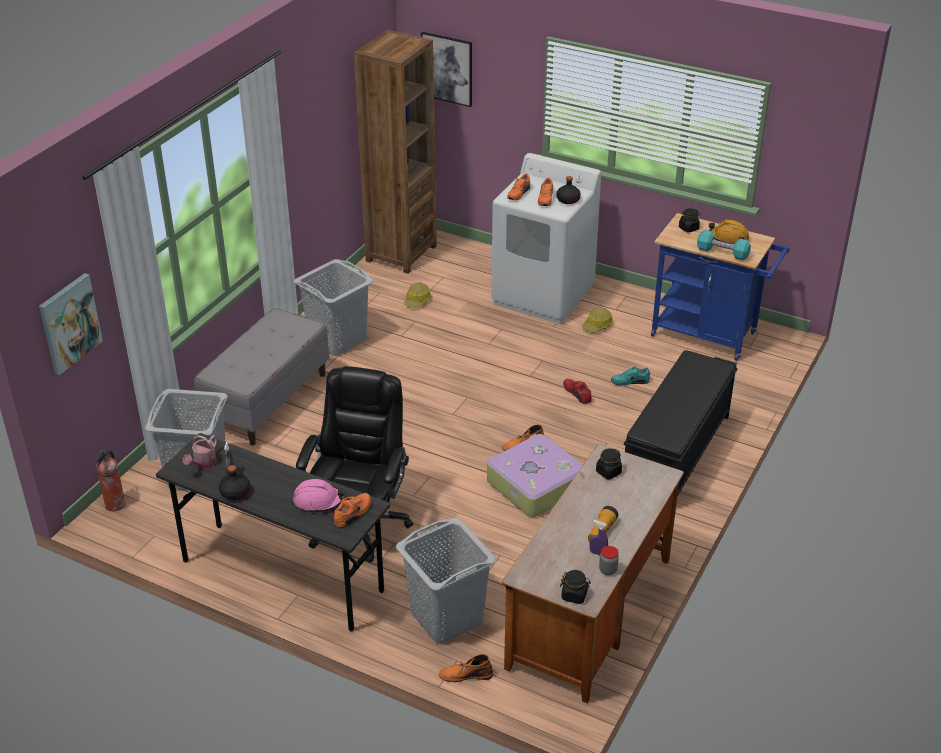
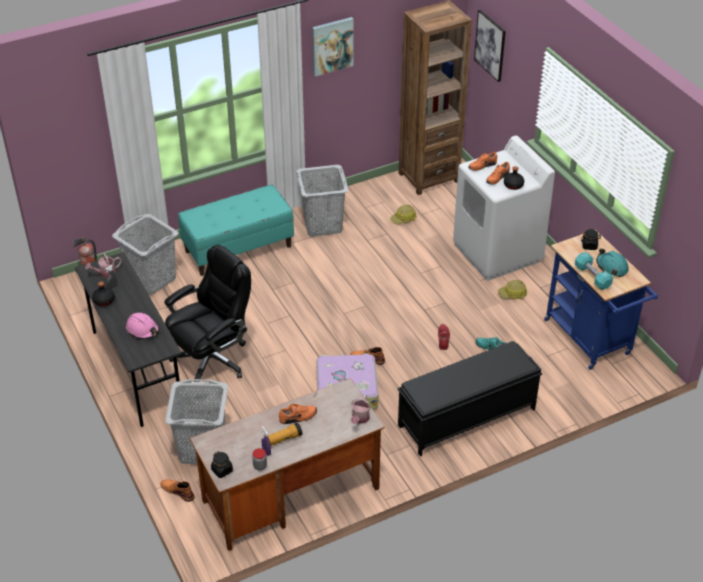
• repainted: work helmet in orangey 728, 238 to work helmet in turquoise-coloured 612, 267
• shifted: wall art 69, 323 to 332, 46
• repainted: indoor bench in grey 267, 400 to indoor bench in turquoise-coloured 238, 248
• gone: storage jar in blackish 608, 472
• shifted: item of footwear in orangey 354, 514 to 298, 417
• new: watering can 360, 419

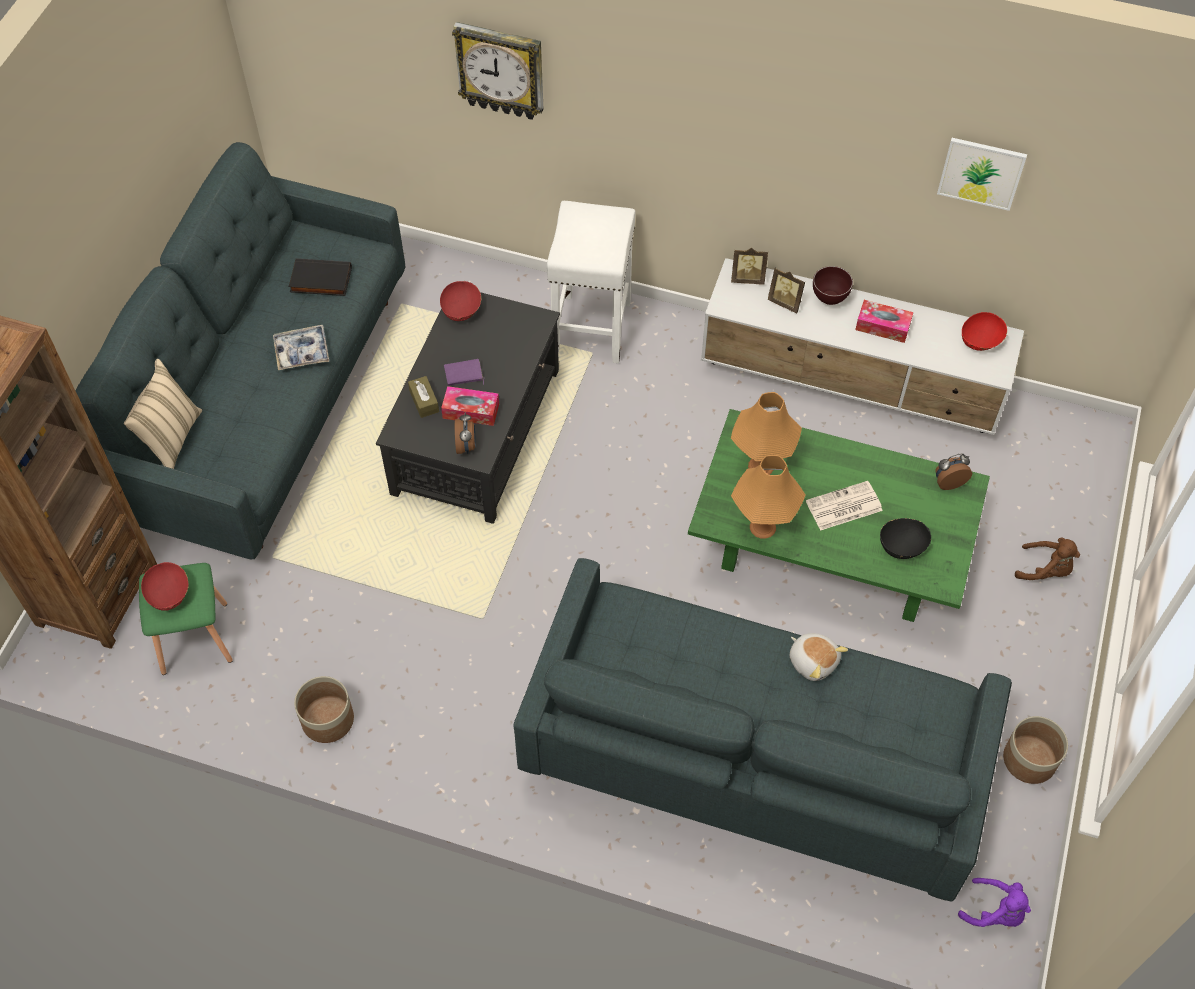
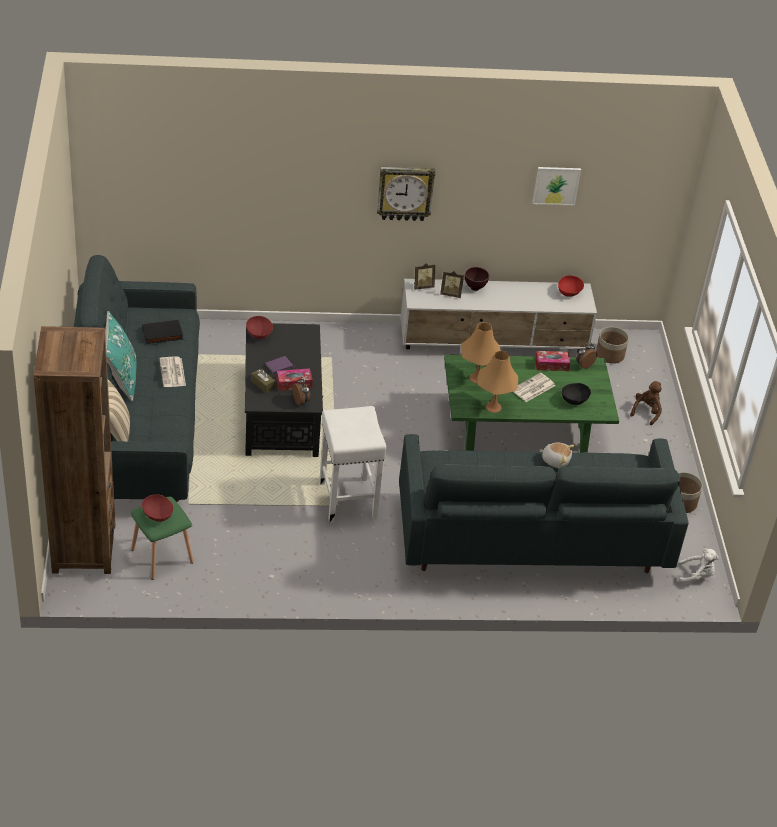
• shifted: wall clock 501, 70 to 405, 192
• shifted: stool in white-coloured 591, 326 to 347, 499
• shifted: tissue holder 882, 326 to 551, 365
• swapped: serving tray 302, 352 to newspaper 173, 373
• rotated: cuddly toy in brown-coloured 1045, 570 = 646, 412 60 degrees counterclockwise
• shifted: plant pot 327, 720 to 609, 355
• repainted: cuddly toy in purple-coloured 994, 912 to cuddly toy in white-coloured 696, 576
• new: pillow in turquoise-coloured 121, 379

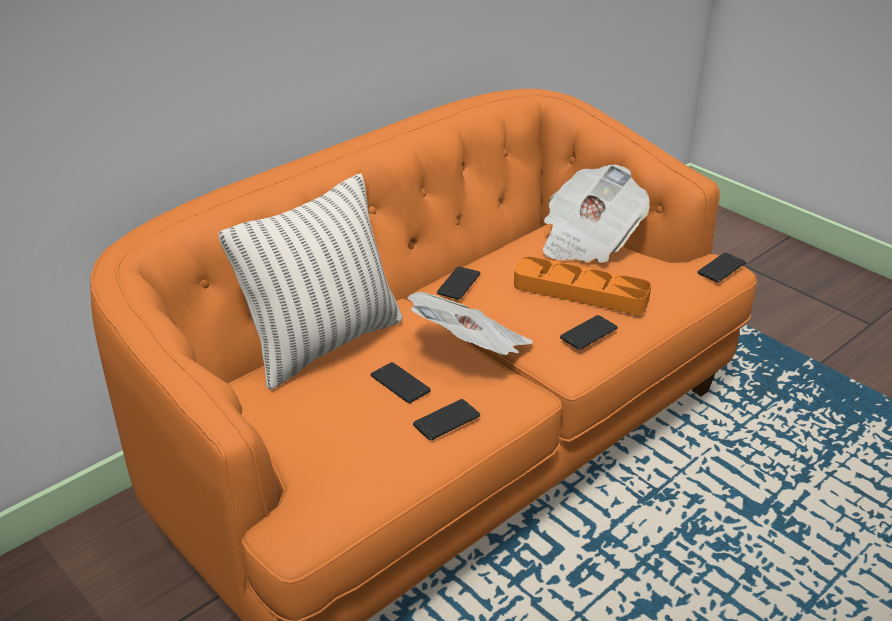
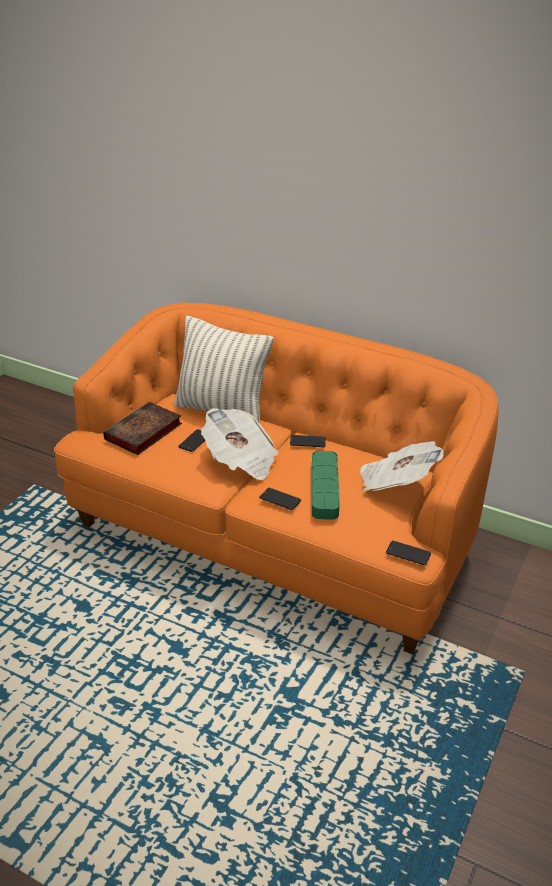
• repainted: serving tray in orangey 580, 292 to serving tray in green 324, 488
• gone: phone 446, 420
• new: volume 143, 433

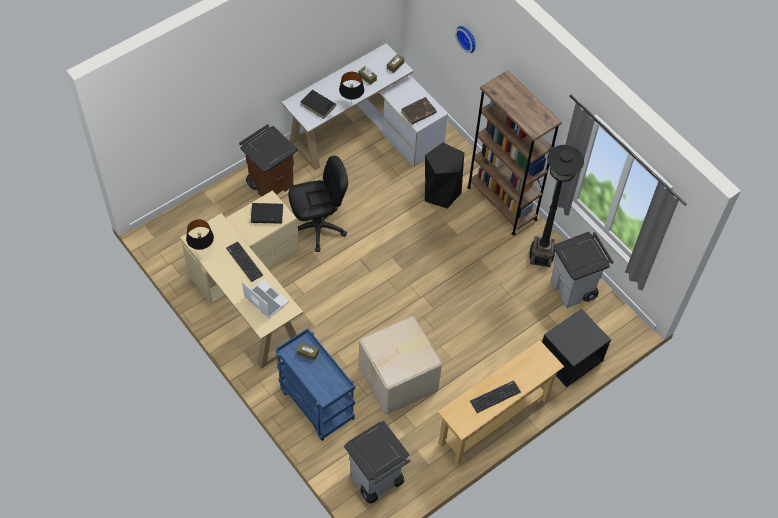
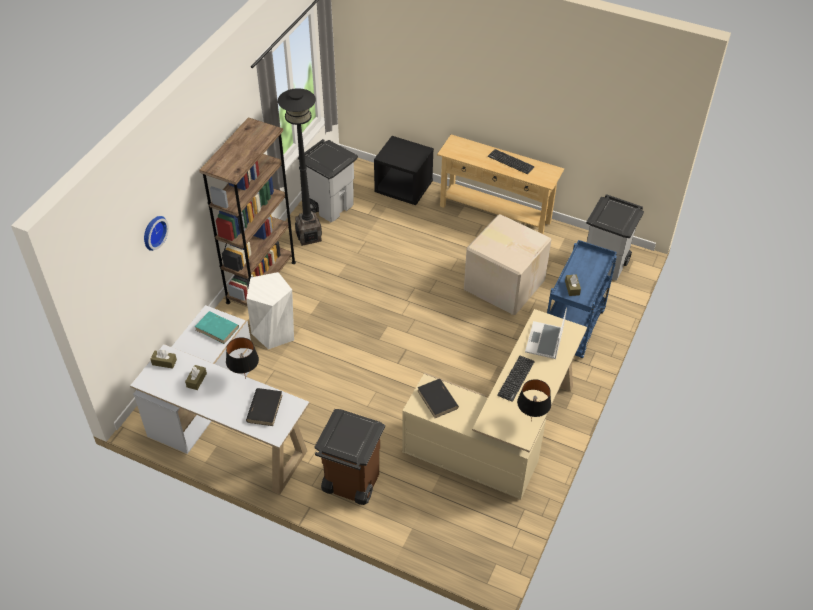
• repainted: volume in brown-coloured 418, 112 to volume in turquoise-coloured 217, 329
• repainted: stool in blackish 441, 192 to stool in white-coloured 274, 331
• gone: office chair in blackish 318, 227

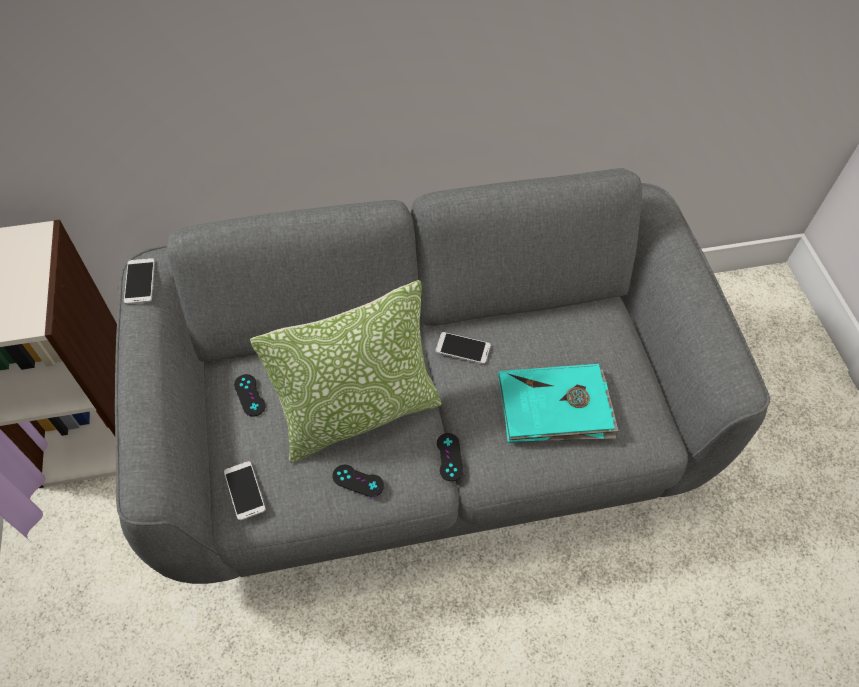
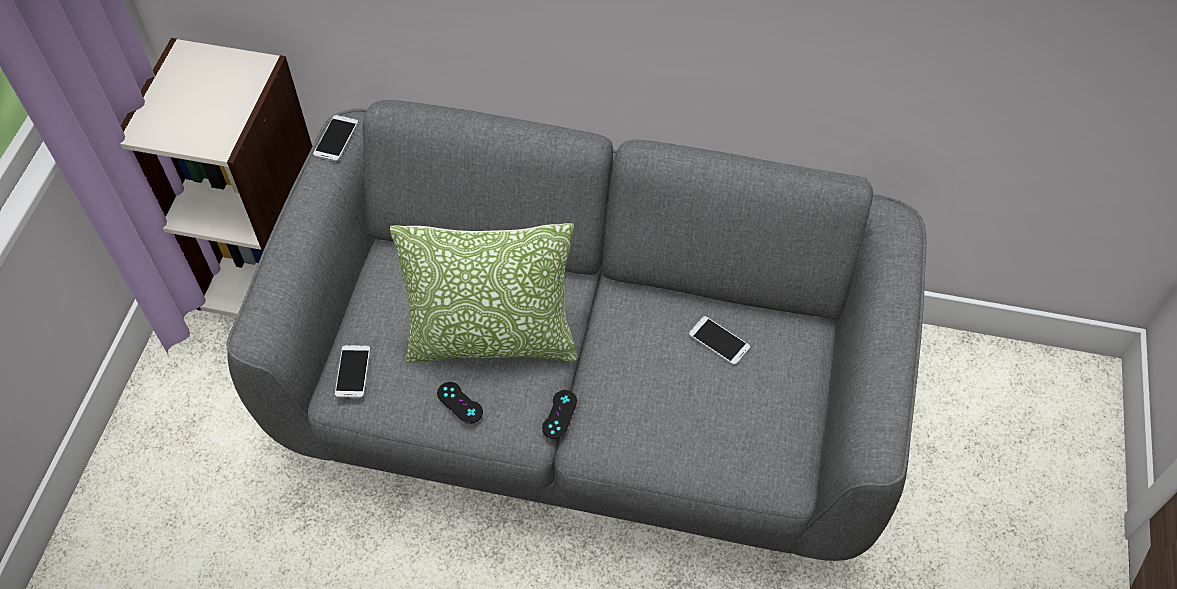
• shifted: phone 463, 348 to 719, 341
• gone: volume in turquoise-coloured 555, 407
• gone: gamepad in blackish 249, 395

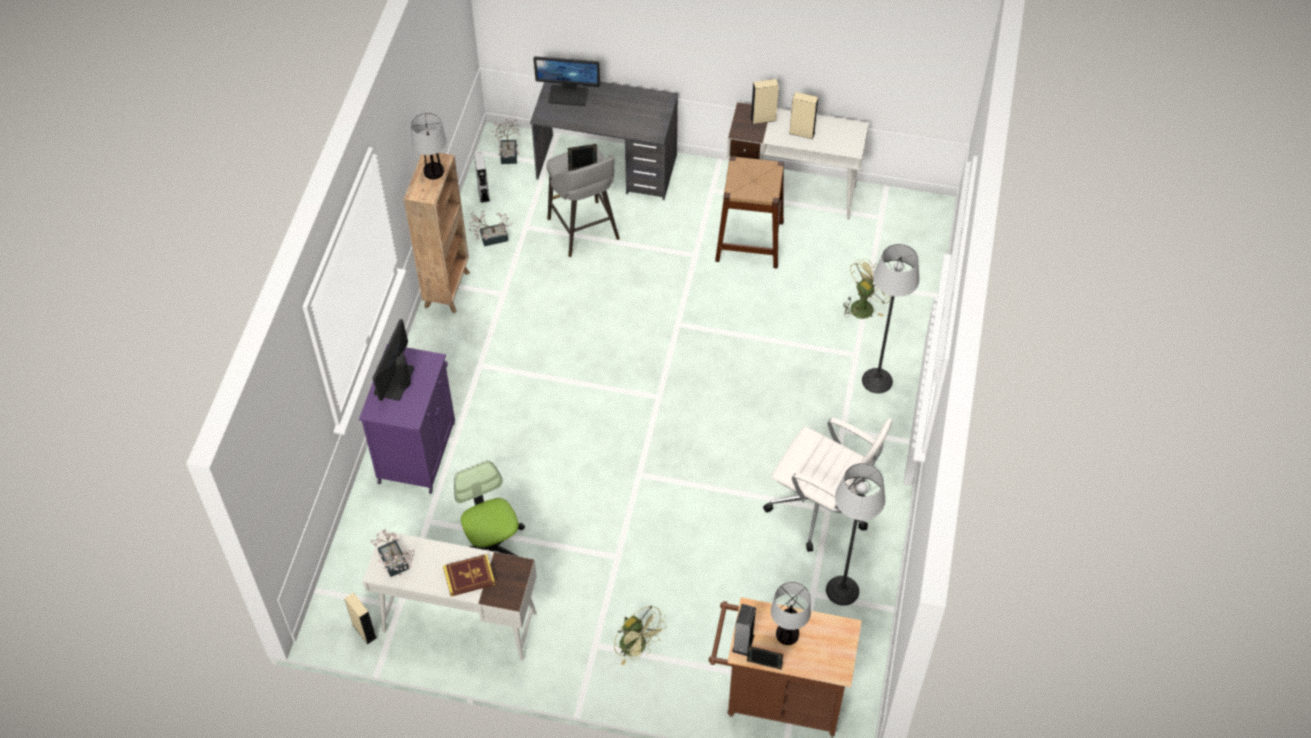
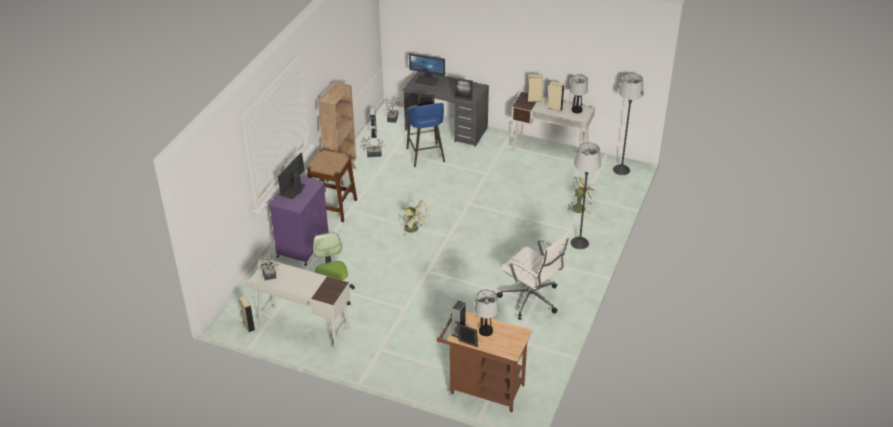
• shifted: tabletop lamp 433, 171 to 576, 110
• repainted: stool in grey 584, 230 to stool in blue 426, 156
• shifted: stool in brown-coloured 749, 241 to 332, 207
• shifted: floor lamp 842, 590 to 621, 170
• gone: volume 469, 577
• shifted: cooling fan in green 638, 647 to 413, 230
• new: picture frame 463, 99

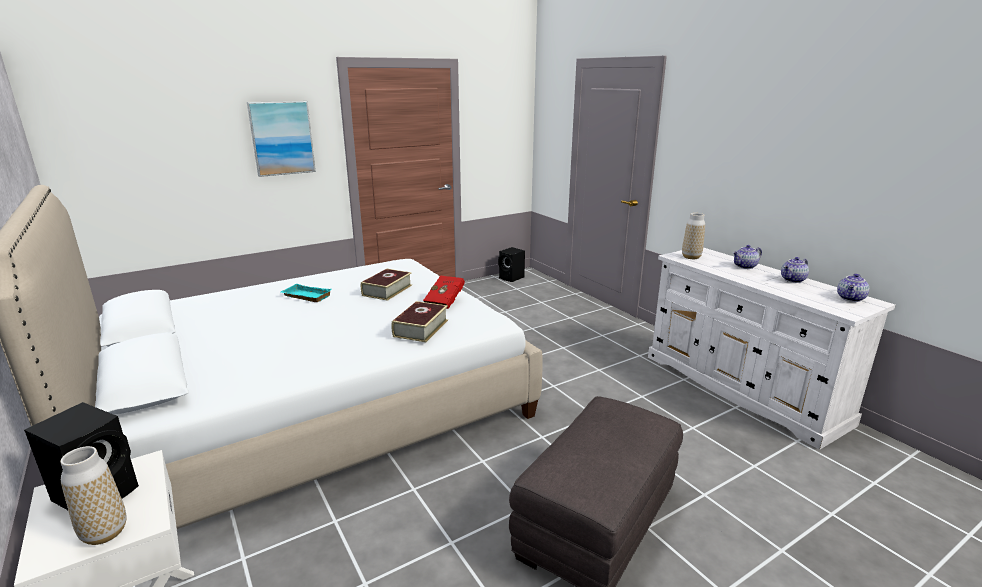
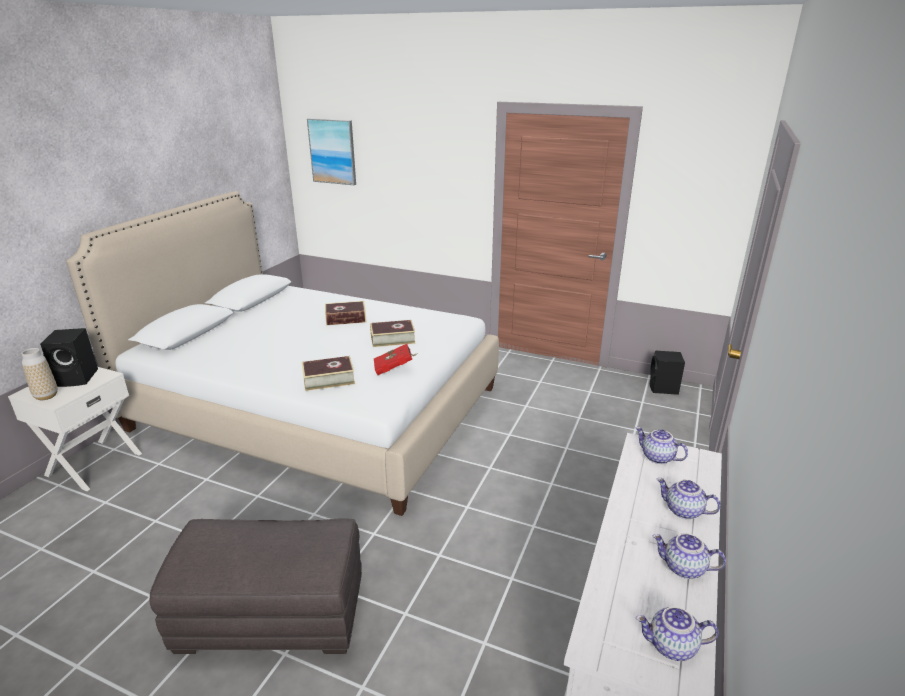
• shifted: wall art 282, 138 to 332, 151
• swapped: vase 691, 257 to pot for tea 657, 457
• swapped: serving tray in turquoise-coloured 305, 296 to volume 346, 318

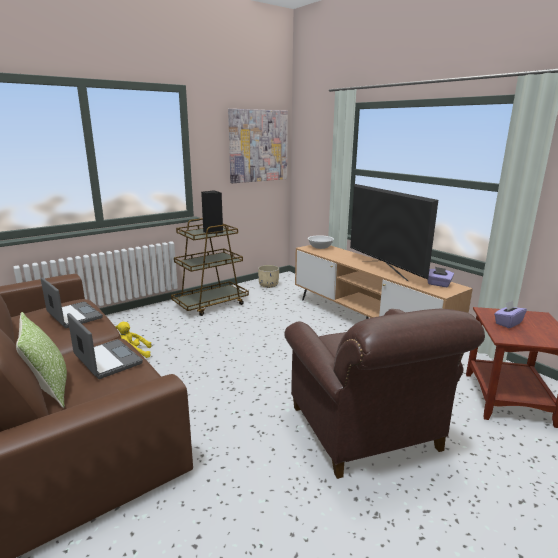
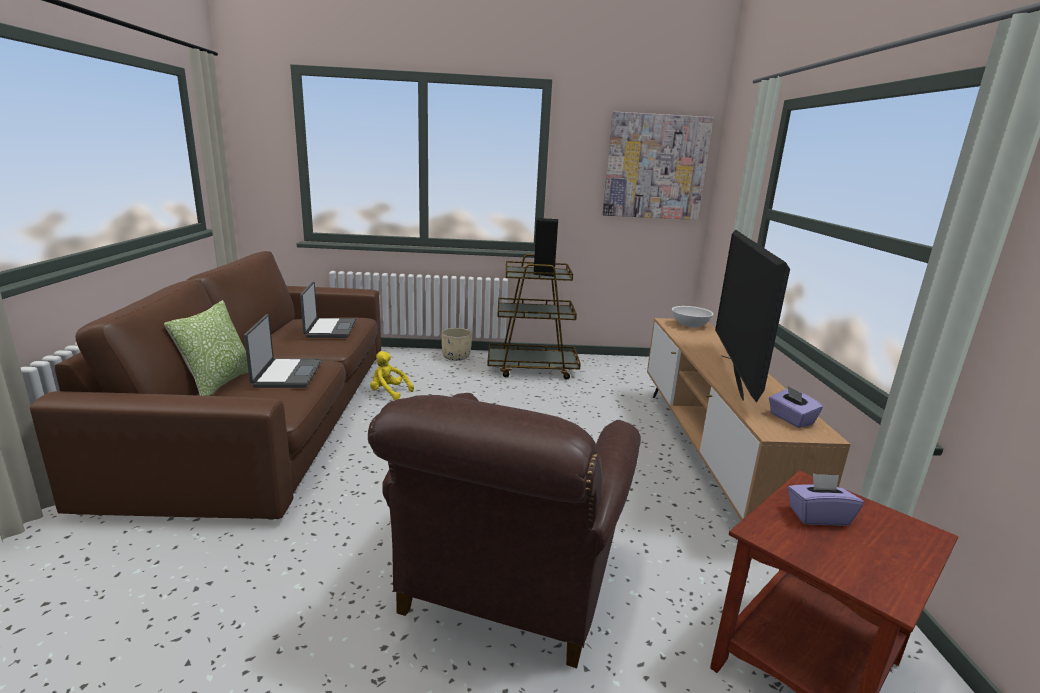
• shifted: plant pot in beige-coloured 268, 285 to 455, 357

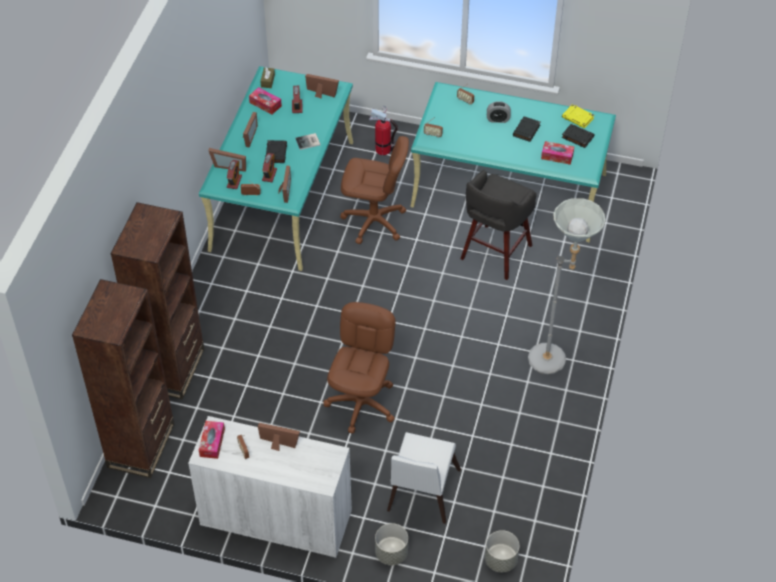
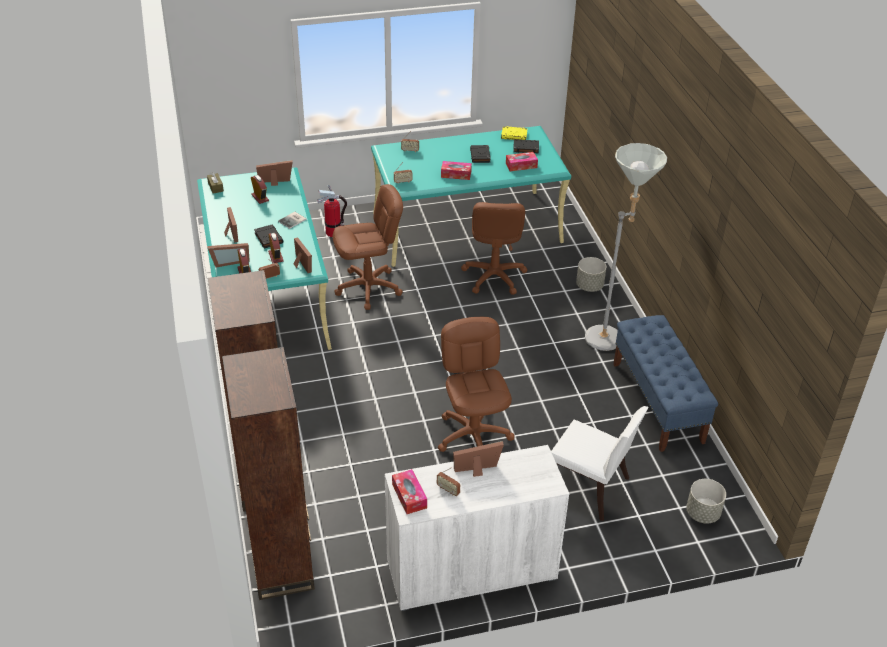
• shifted: tissue holder 265, 104 to 456, 174
• gone: bedside clock 498, 119
• swapped: stool in grey 495, 253 to office chair in brown-coloured 493, 276
• rotated: plain chair in white-coloured 421, 494 = 588, 489 45 degrees counterclockwise
• shifted: plant pot in grey 391, 553 to 589, 286
• new: indoor bench in blue 657, 403

